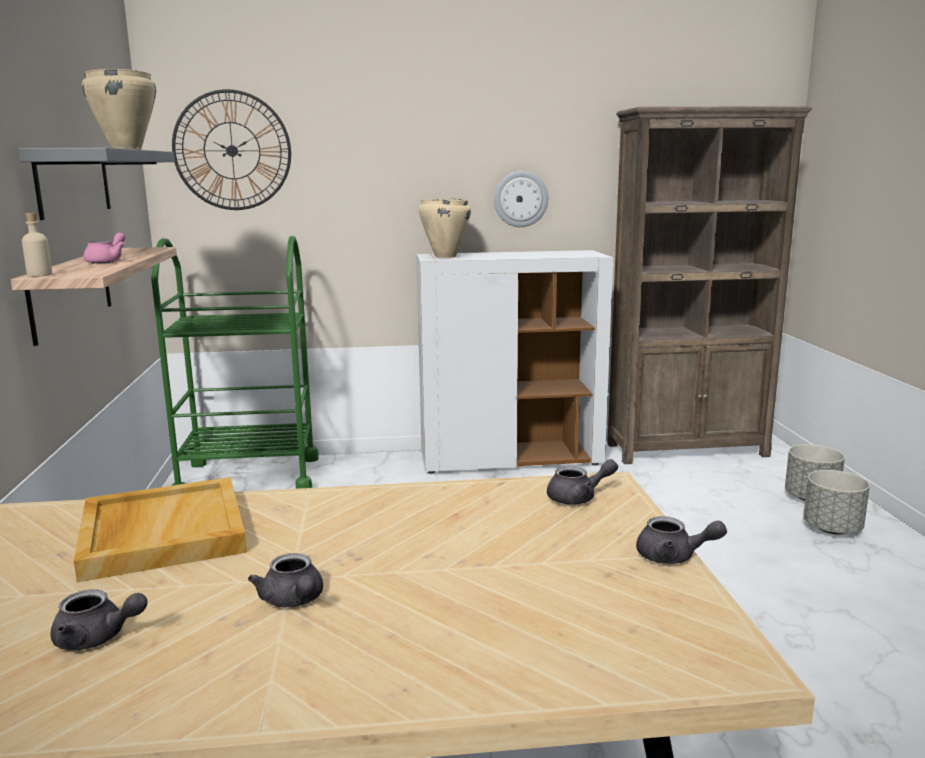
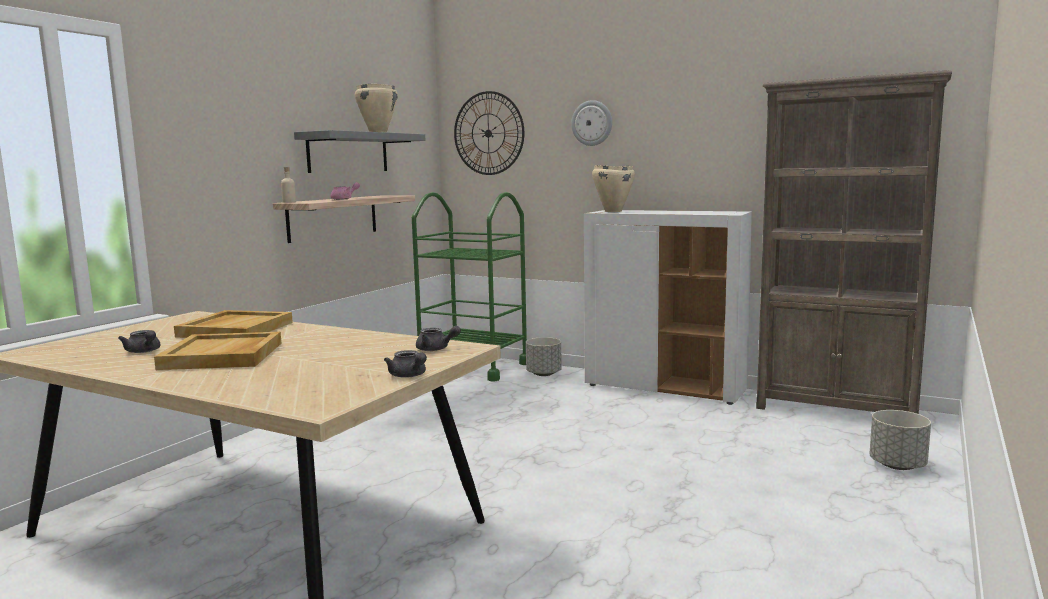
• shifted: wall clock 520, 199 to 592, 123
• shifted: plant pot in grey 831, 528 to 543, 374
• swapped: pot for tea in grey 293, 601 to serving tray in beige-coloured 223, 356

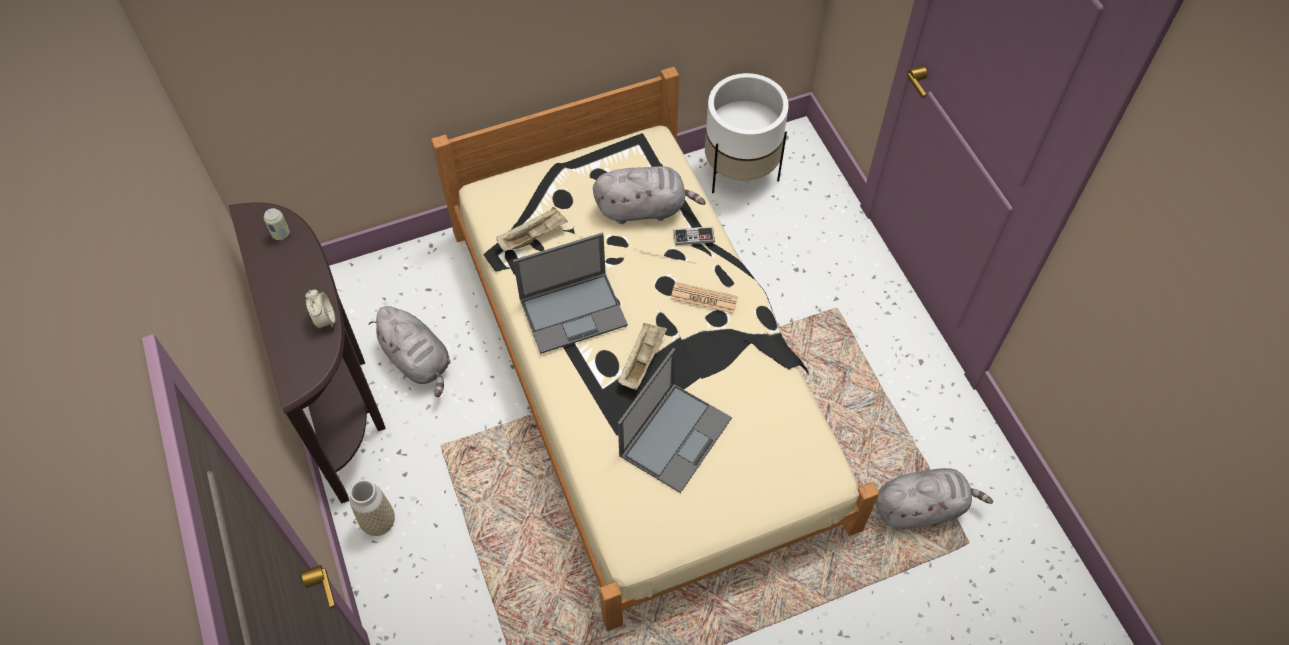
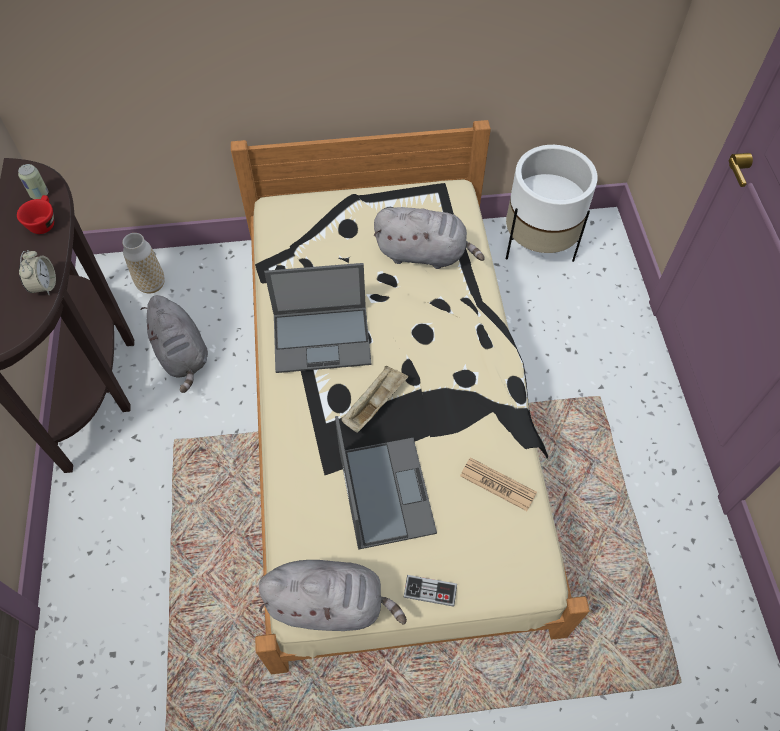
• gone: serving tray in beige-coloured 533, 236
• shifted: gamepad 694, 237 to 430, 591
• shifted: newspaper 704, 298 to 497, 484
• rotated: laptop 676, 435 = 385, 491 60 degrees counterclockwise
• shifted: cuddly toy in grey 922, 507 to 330, 603
• shifted: vase 379, 522 to 151, 284
• new: small cup in red 43, 222

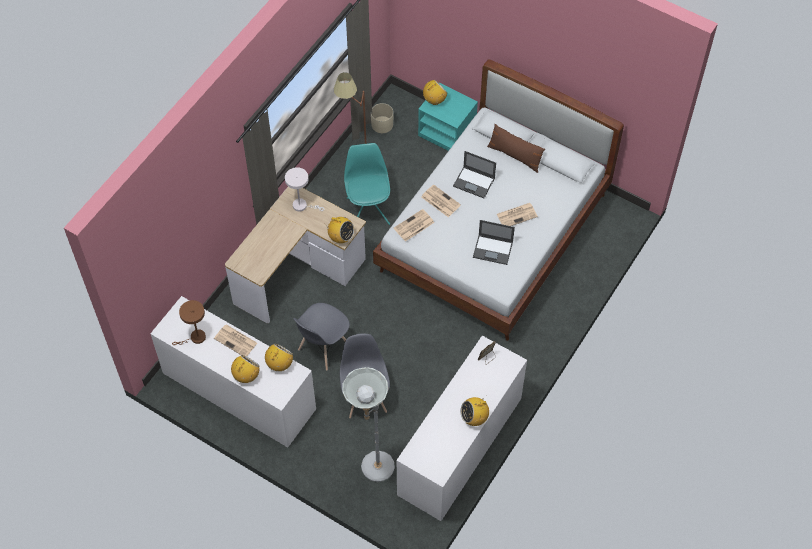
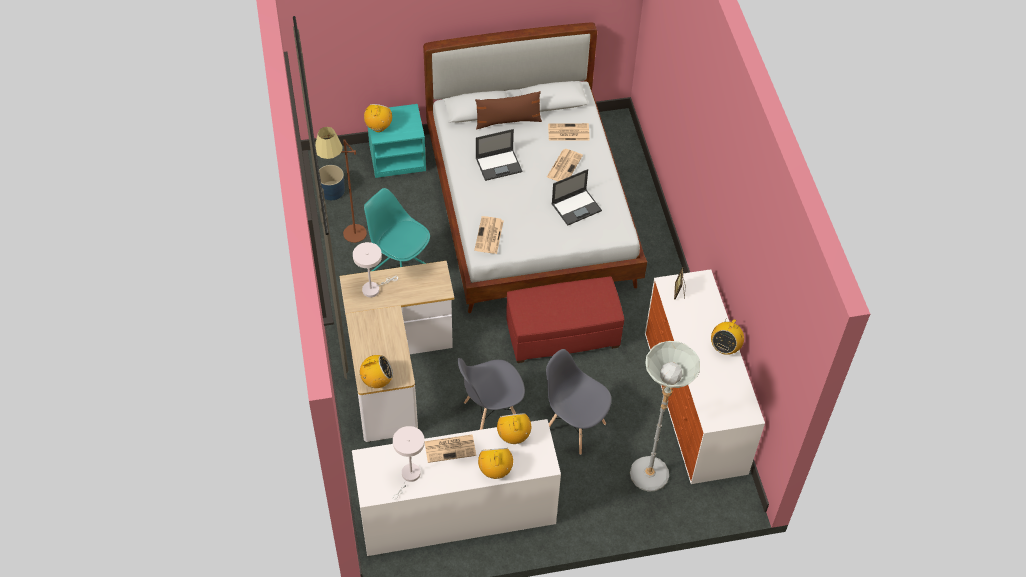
• repainted: plant pot in beige-coloured 382, 124 to plant pot in blue 332, 190
• shifted: newspaper 440, 201 to 568, 132
• shifted: radio receiver 341, 237 to 377, 381
• repainted: tabletop lamp in brown-coloured 195, 338 to tabletop lamp in white-coloured 409, 476
• rotated: plain chair in grey 323, 348 = 491, 414 75 degrees clockwise
• new: footrest in red 563, 335

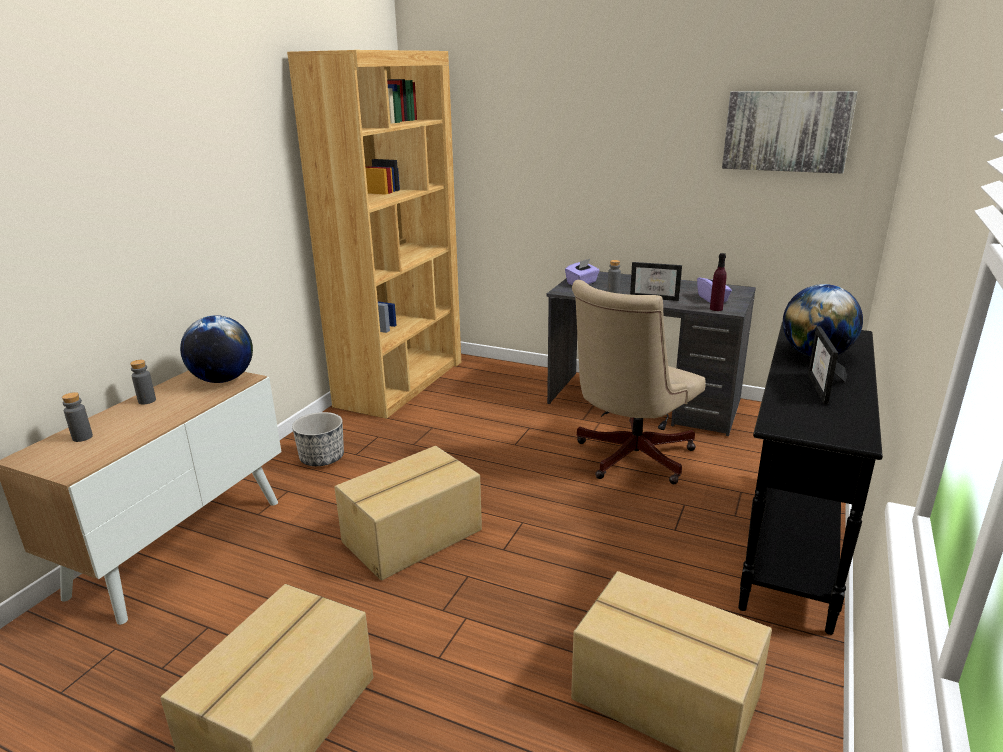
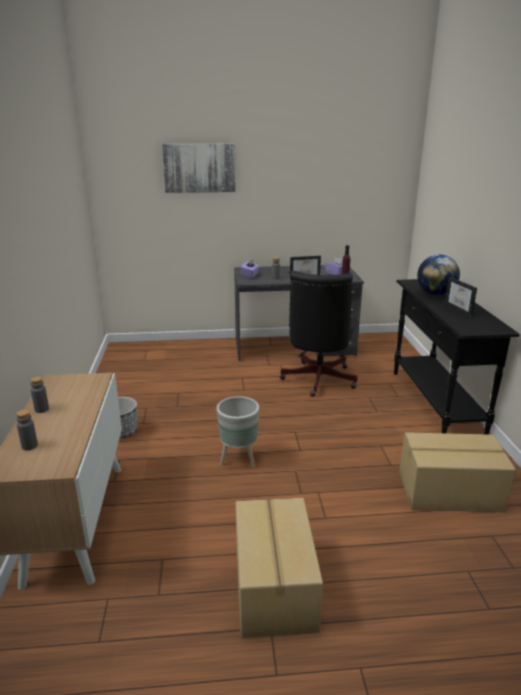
• gone: shelving unit in brown-coloured 401, 383
• shifted: wall art 786, 131 to 199, 168
• repainted: office chair in beige-coloured 629, 458 to office chair in blackish 317, 381
• gone: desk globe 223, 380
• swapped: packing box 413, 536 to plant pot in grey 239, 460

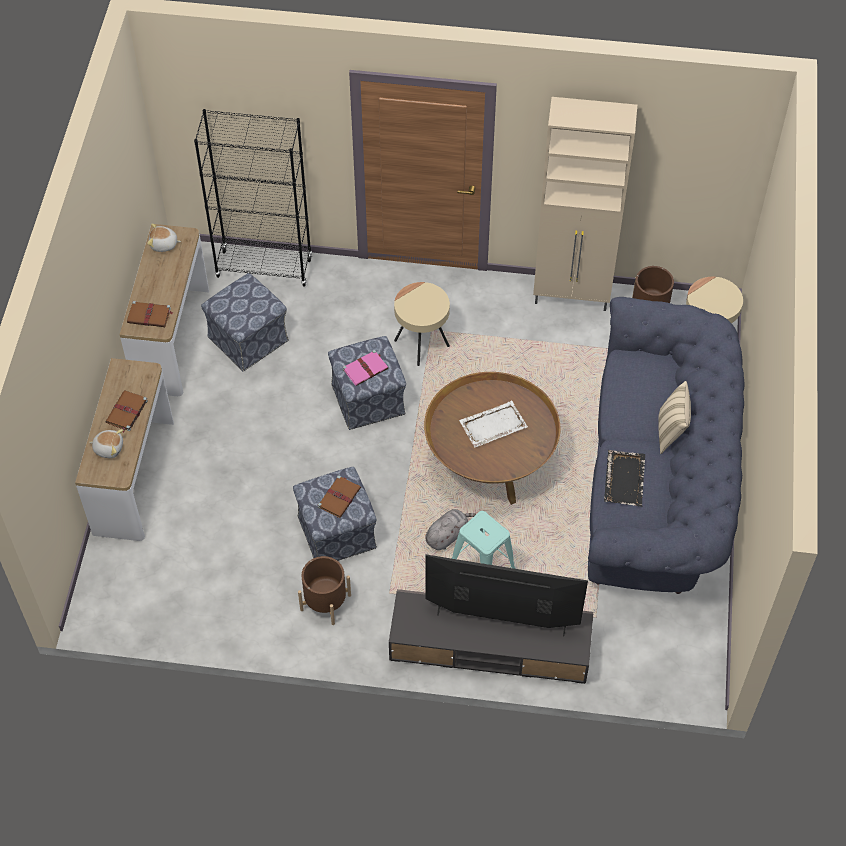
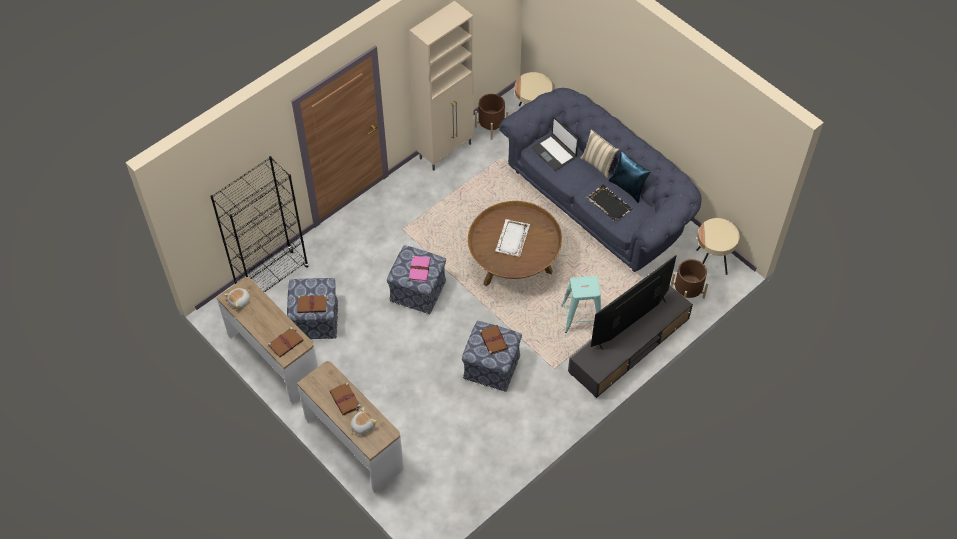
• shifted: accent table in beige-coloured 421, 343 to 711, 262
• gone: cuddly toy in grey 447, 535
• shifted: plant pot in brown-coloured 325, 602 to 687, 292
• new: laptop 554, 152
• new: pillow in blue 628, 188
• new: volume in brown-coloured 312, 304

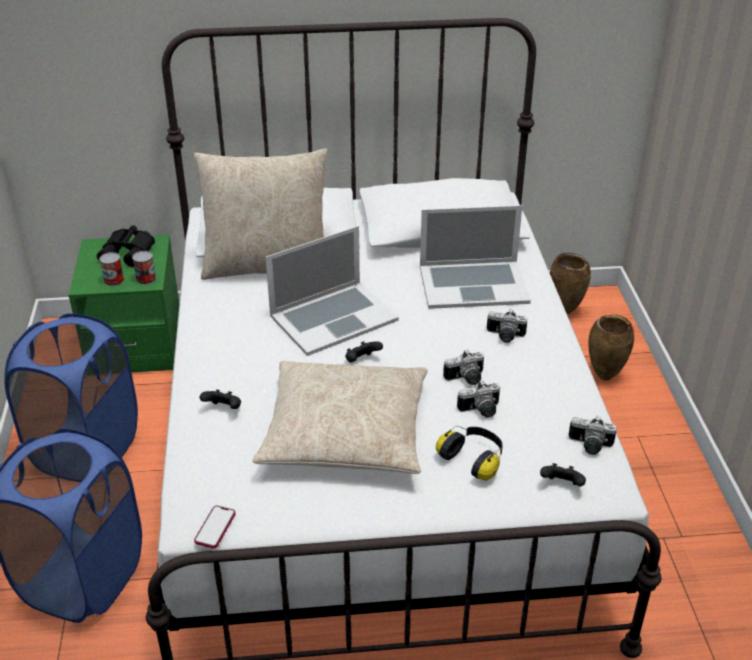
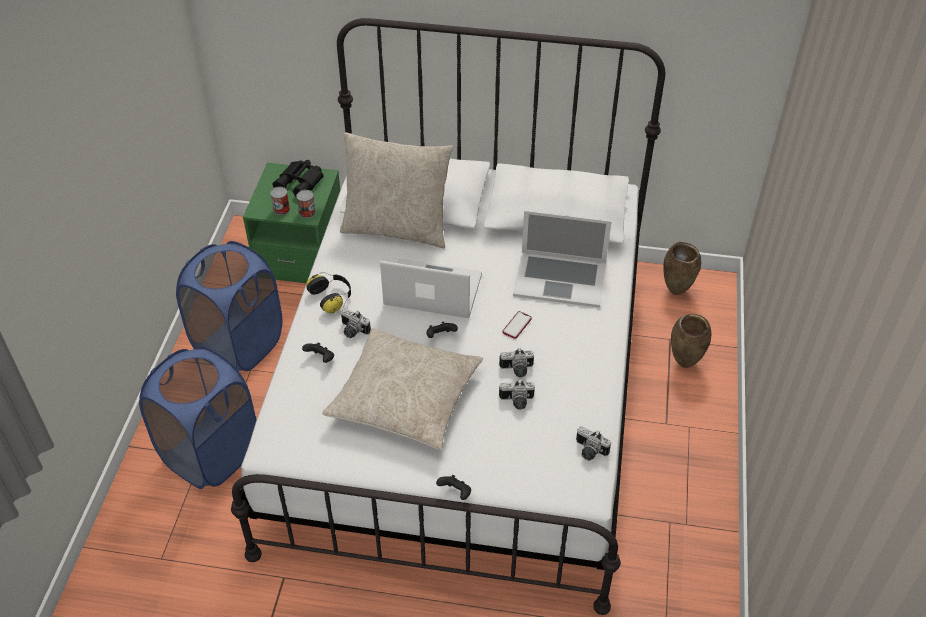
• rotated: laptop 333, 317 = 432, 290 150 degrees counterclockwise
• shifted: still camera 504, 336 to 352, 331
• shifted: pair of headphones 473, 459 to 332, 297
• shifted: gamepad in blackish 562, 485 to 455, 493
• shifted: phone 215, 528 to 517, 325

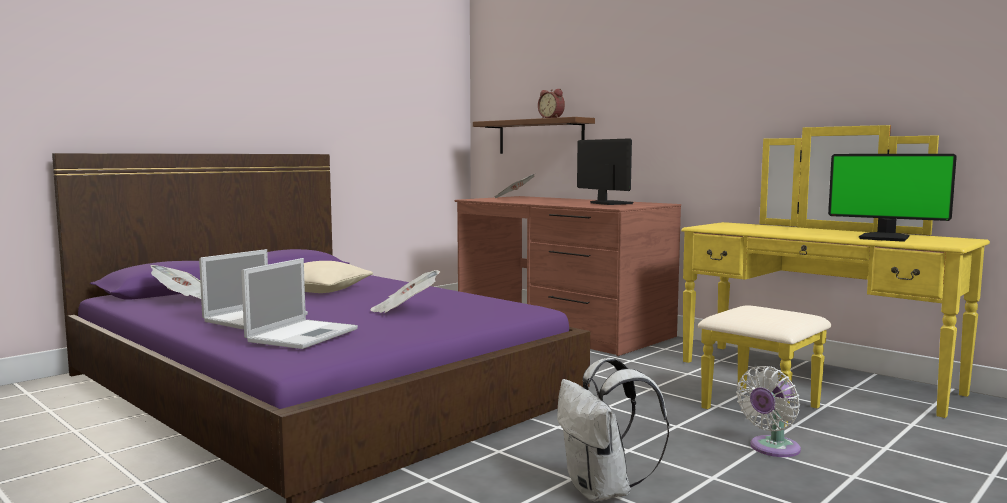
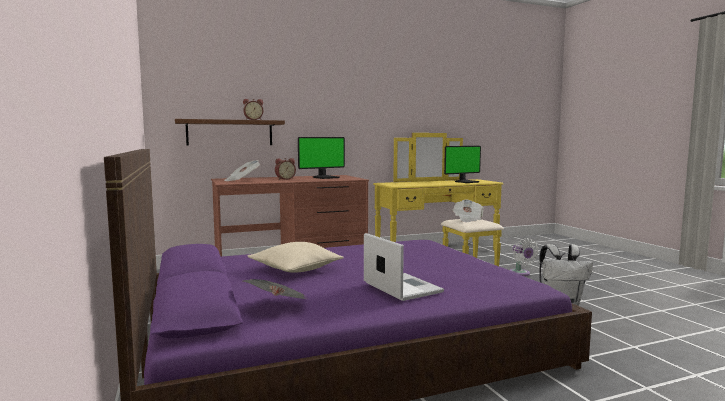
• rotated: computer screen 609, 203 = 325, 177 150 degrees clockwise
• gone: laptop 303, 334
• shifted: newspaper 405, 310 to 467, 219
• new: bedside clock 285, 179

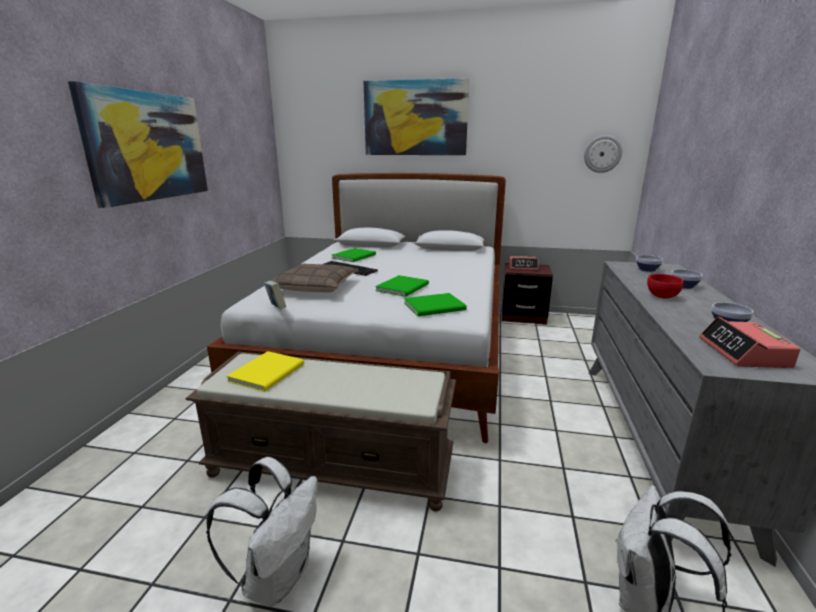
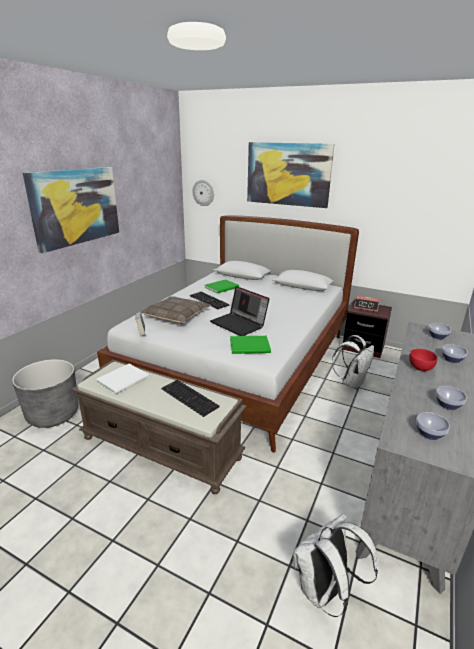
• shifted: wall clock 602, 154 to 203, 193
• swapped: volume in green 404, 287 to laptop 239, 324
• swapped: bedside clock 744, 353 to serving bowl 430, 434
• repainted: volume in yellow 269, 372 to volume in white-coloured 124, 379
• shifted: backpack in white-coloured 277, 576 to 351, 382
• new: plant pot in grey 53, 414
• new: keyboard 190, 397

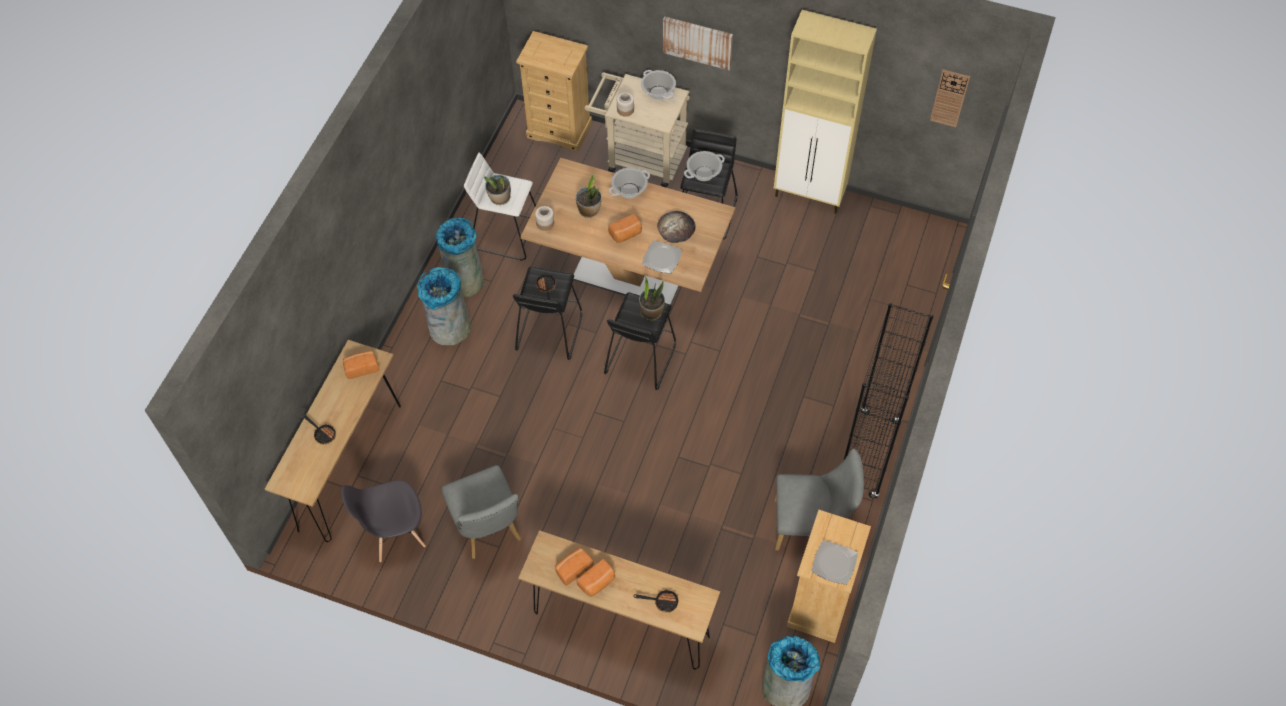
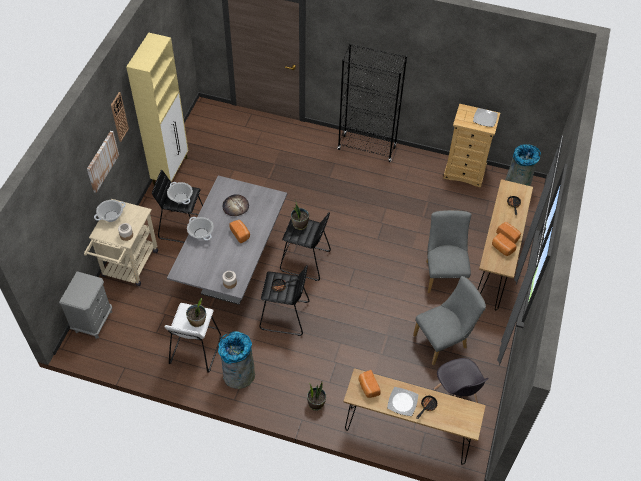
• swapped: drawer chest in beige-coloured 559, 130 to bedside table in grey 93, 321
• shifted: wall clock 949, 98 to 119, 117
• repainted: kitchen table in brown-coloured 630, 272 to kitchen table in grey 233, 269
• shifted: plant in a pot 589, 210 to 316, 403
• shifted: dinner plate 661, 258 to 402, 402
• gone: trash can in grey 449, 329
• shifted: plain chair in grey 811, 525 to 443, 273

